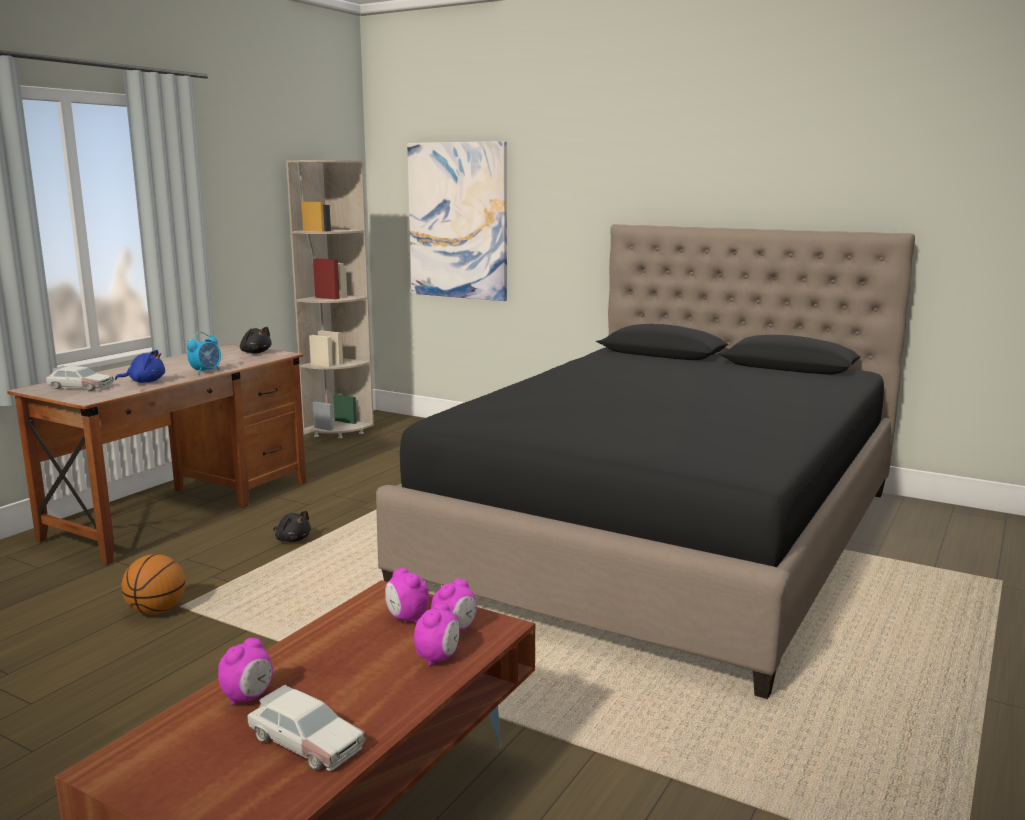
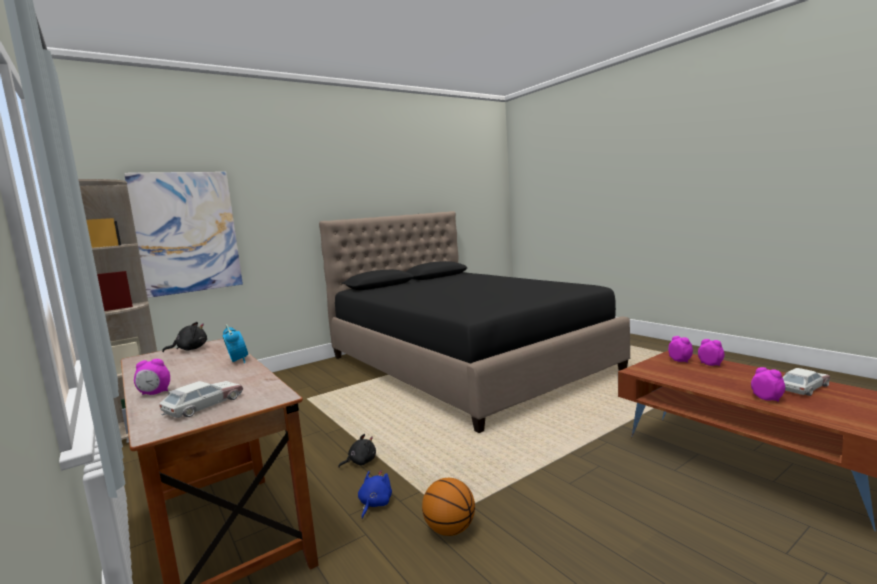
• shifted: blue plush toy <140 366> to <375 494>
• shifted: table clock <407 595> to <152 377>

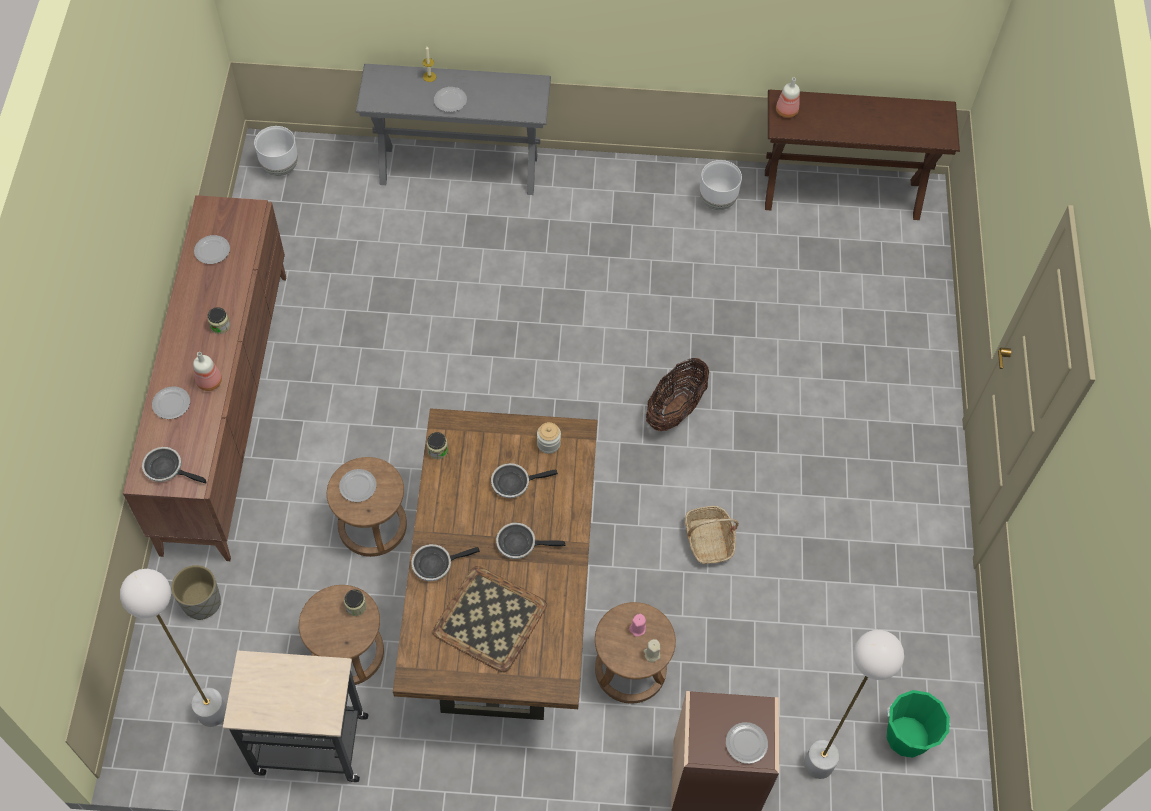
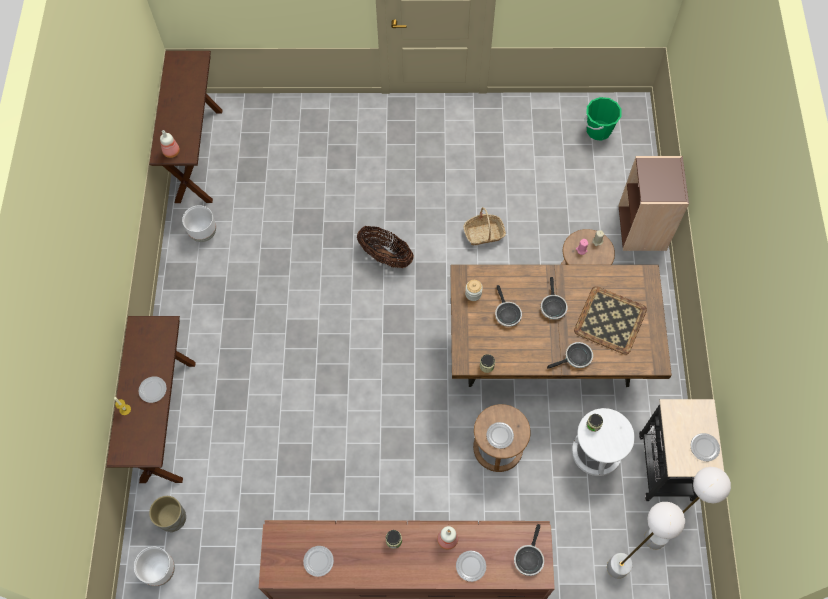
• shifted: greyish flower pot <196 592> to <167 514>
• repainted: brown stool <341 635> to whitish stool <603 442>
• repainted: greyish narrow table <453 129> to brown narrow table <151 399>
• rotated: skillet <445 562> = <570 355> 90 degrees counterclockwise
• shifted: dinner plate <747 743> to <705 447>
• shifted: whitish standard lamp <854 704> to <646 540>

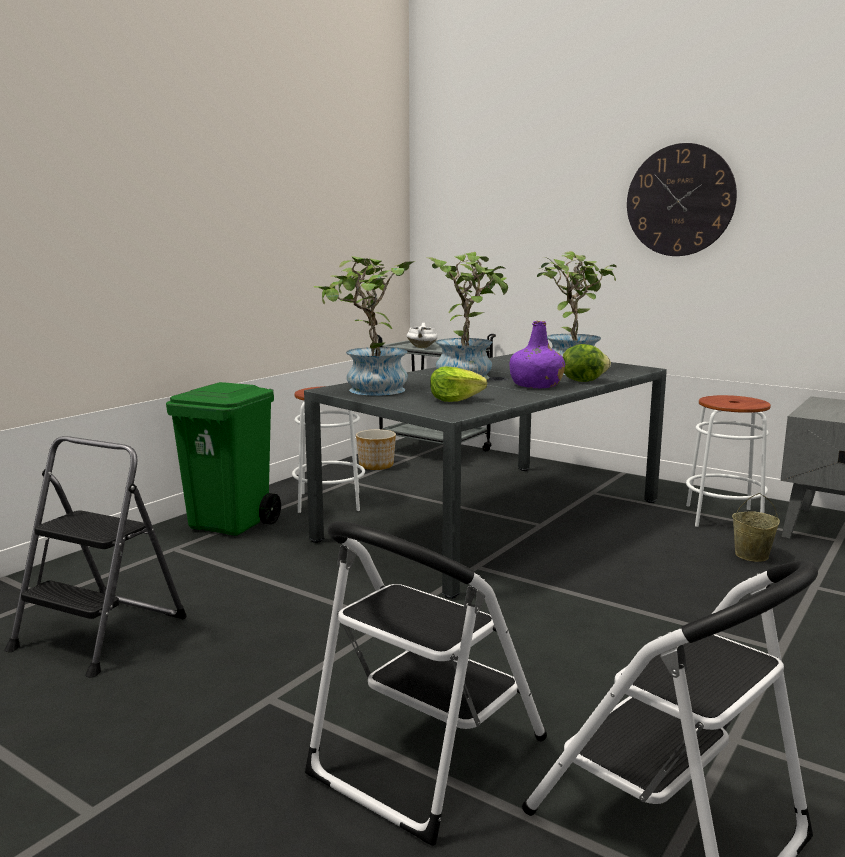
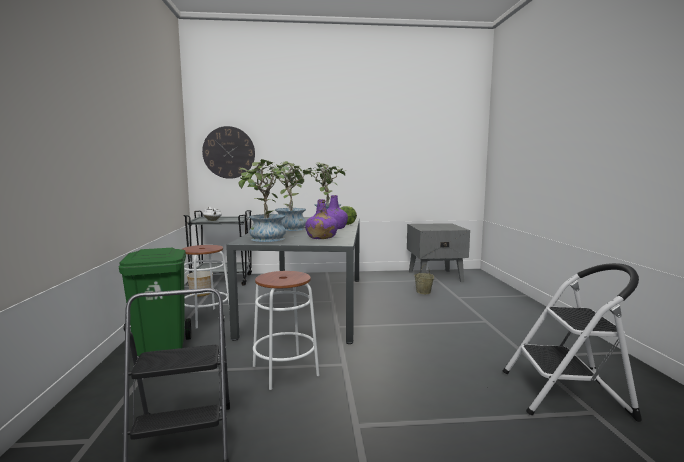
• gone: step ladder <426 683>
• swapped: head of lettuce <458 384> to purplish bottle <321 219>
• shifted: wall clock <682 199> to <228 152>
• shifted: whitish stool <728 461> to <286 330>

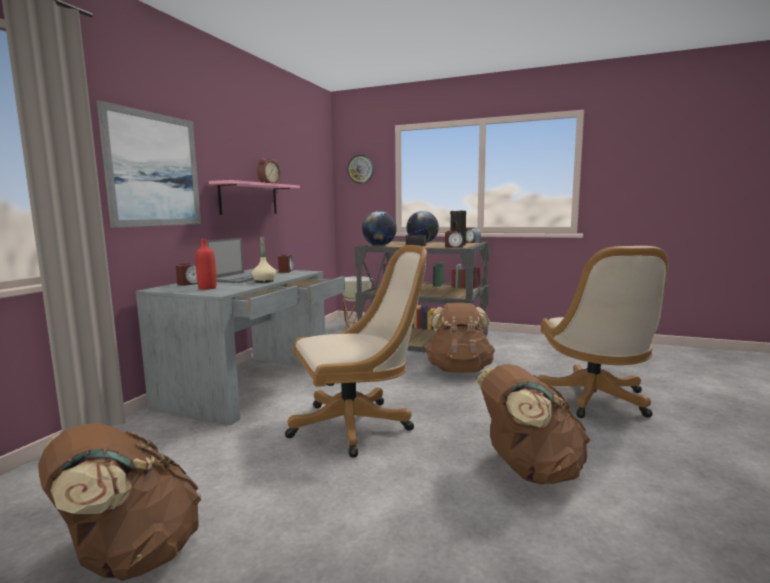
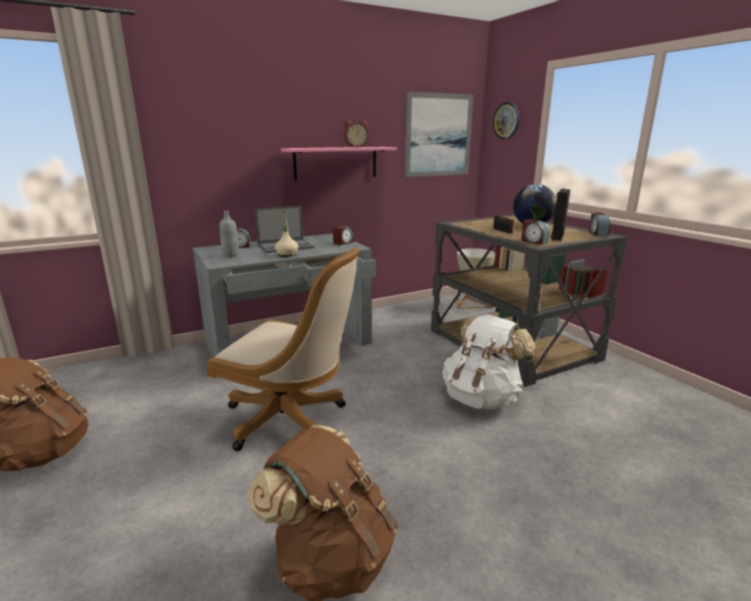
• shifted: wall art <149 164> to <439 134>
• repainted: reddish bottle <206 264> to greyish bottle <229 234>
• gone: desk globe <379 228>
• repainted: brown rucksack <460 338> to whitish rucksack <488 361>
• gone: office chair <603 332>

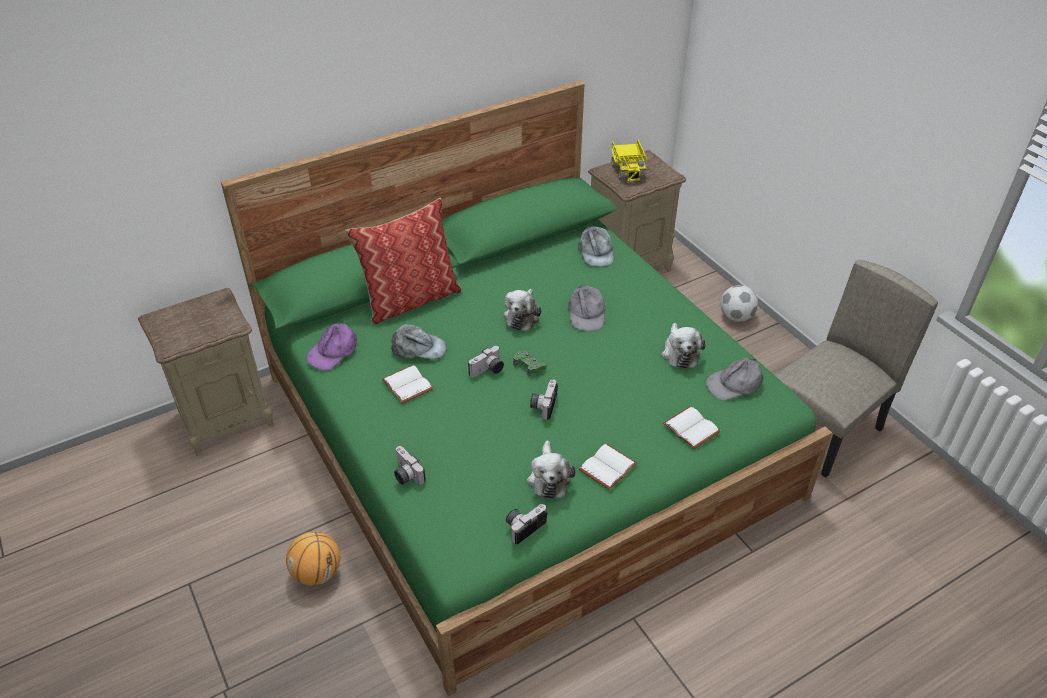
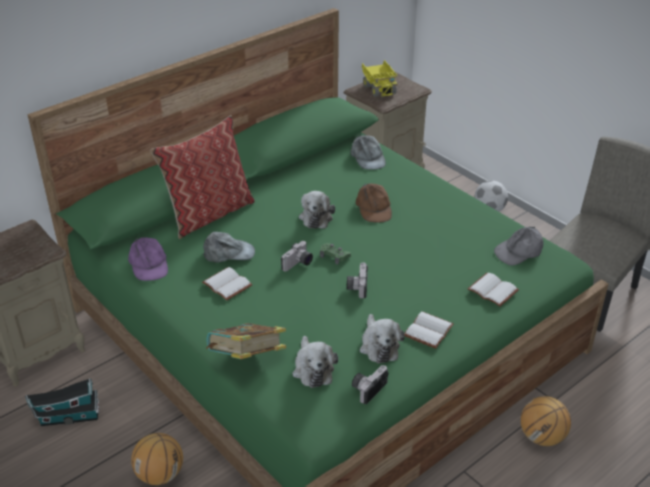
• rotated: purplish peaked cap <331 346> = <148 259> 45 degrees counterclockwise
• swapped: still camera <410 465> to book <246 341>
• repainted: greyish peaked cap <587 308> to brown peaked cap <374 203>
• shifted: plush toy <683 346> to <315 362>
• new: model house <62 402>
• new: basketball ball <546 421>

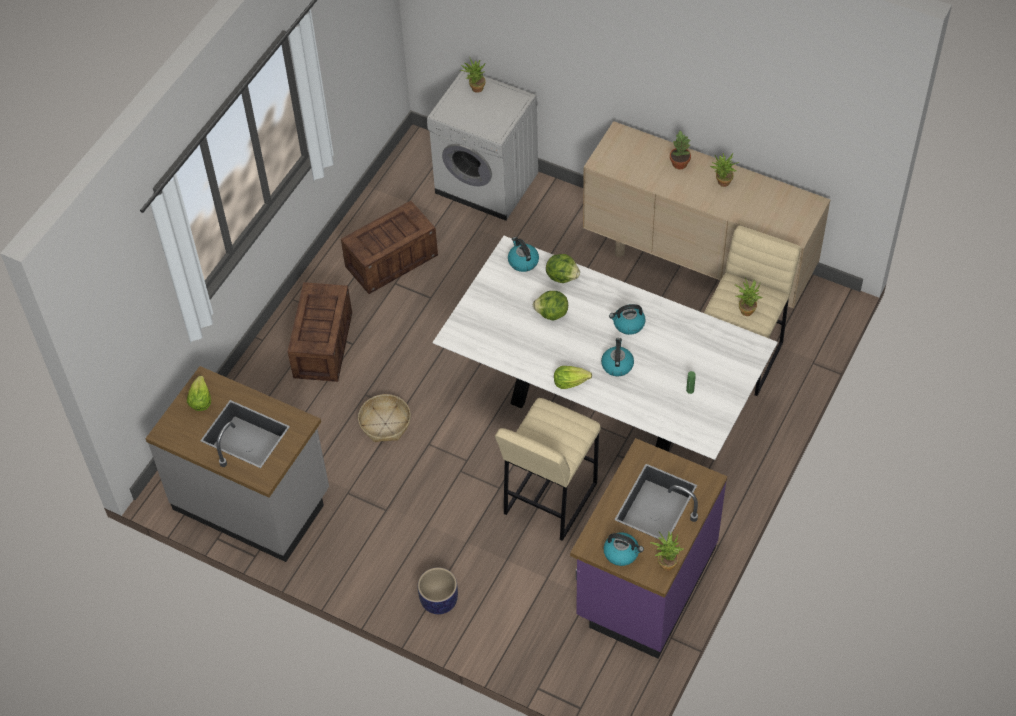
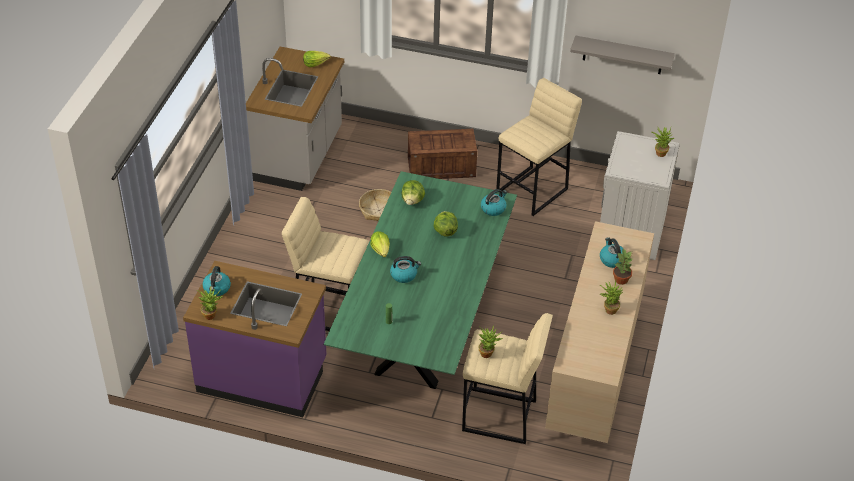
• swapped: packing crate <389 247> to beige stool <539 147>
• gone: flower pot <438 590>
• repainted: whitish kitchen table <605 348> to green-coloured kitchen table <420 280>
• shifted: head of lettuce <563 268> to <413 192>
• shifted: water kettle <627 319> to <612 252>
• new: greyish wall shelf <622 54>

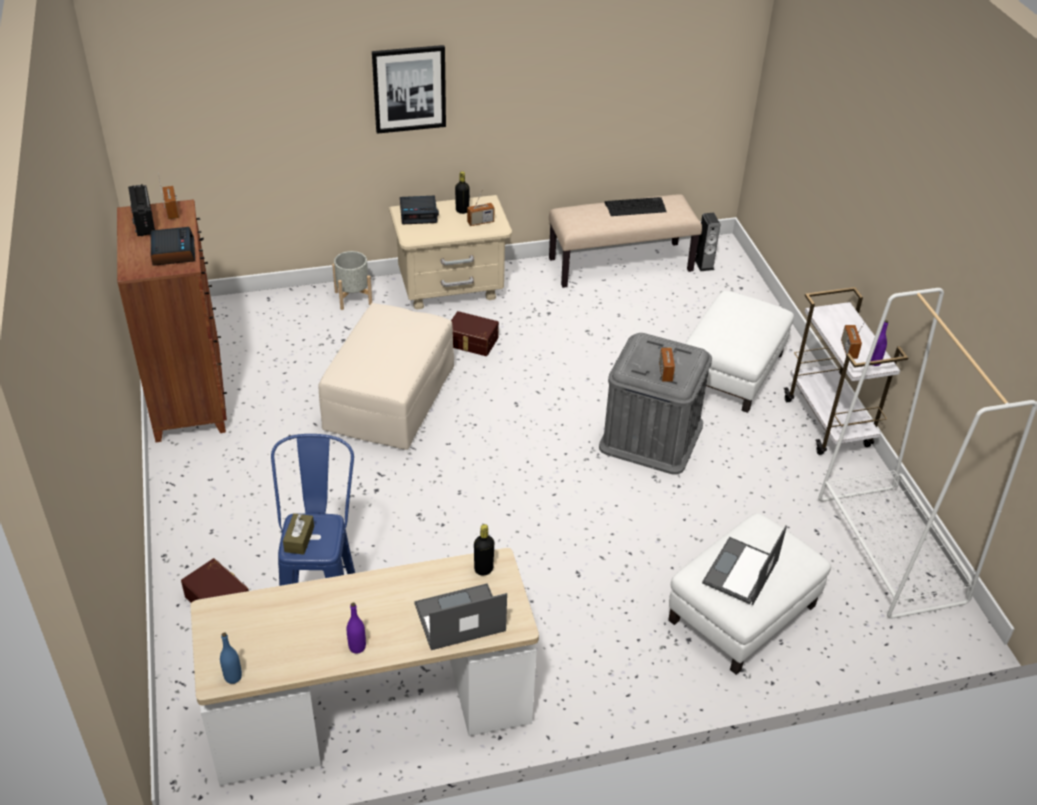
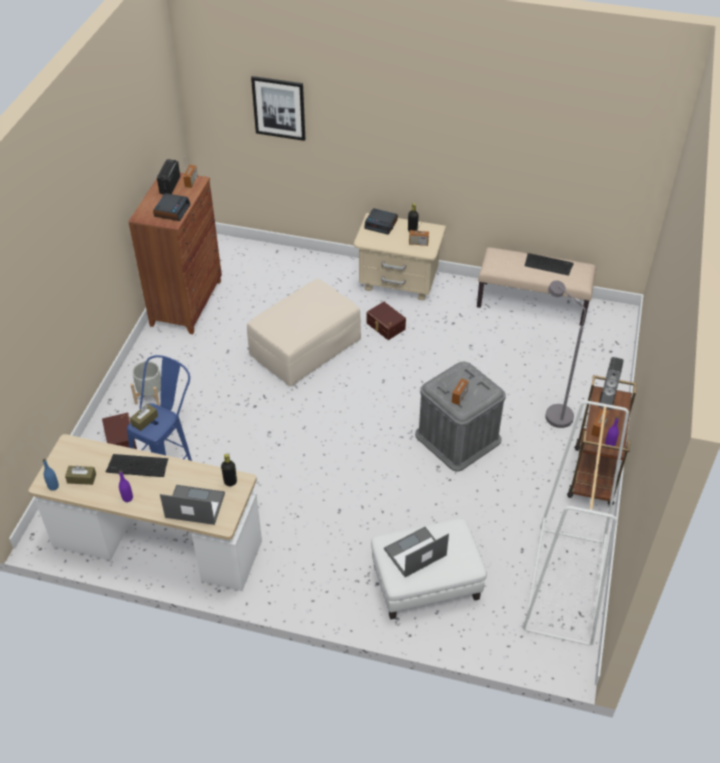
• shifted: greyish flower pot <352 280> to <145 383>
• shifted: wall art <409 89> to <278 108>
• swapped: whitish footrest <739 352> to greyish standard lamp <565 354>
• shifted: loudspeaker <707 242> to <611 383>
• repainted: whitish trolley <846 371> to brown trolley <602 440>
• new: brown tissue box <80 475>
• new: computer keyboard <137 465>

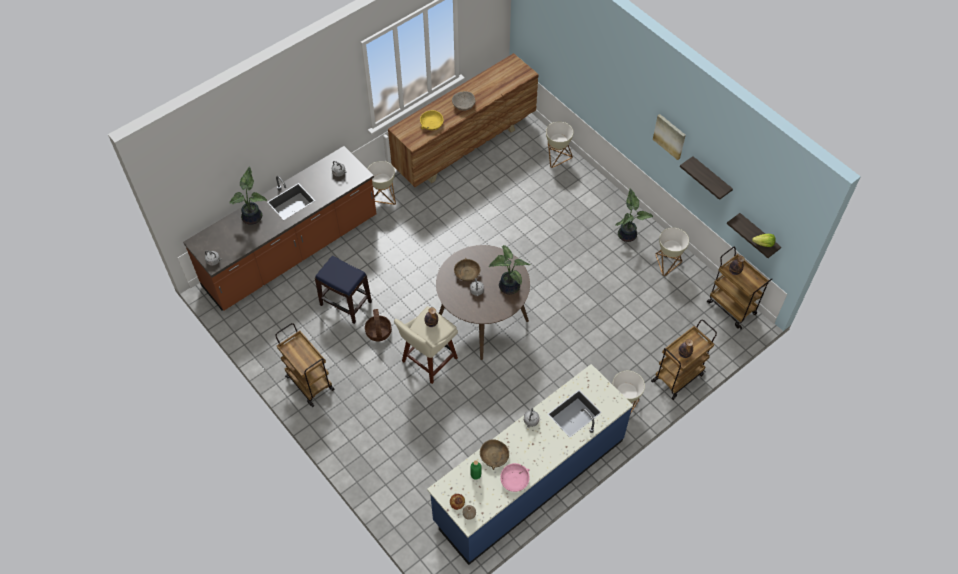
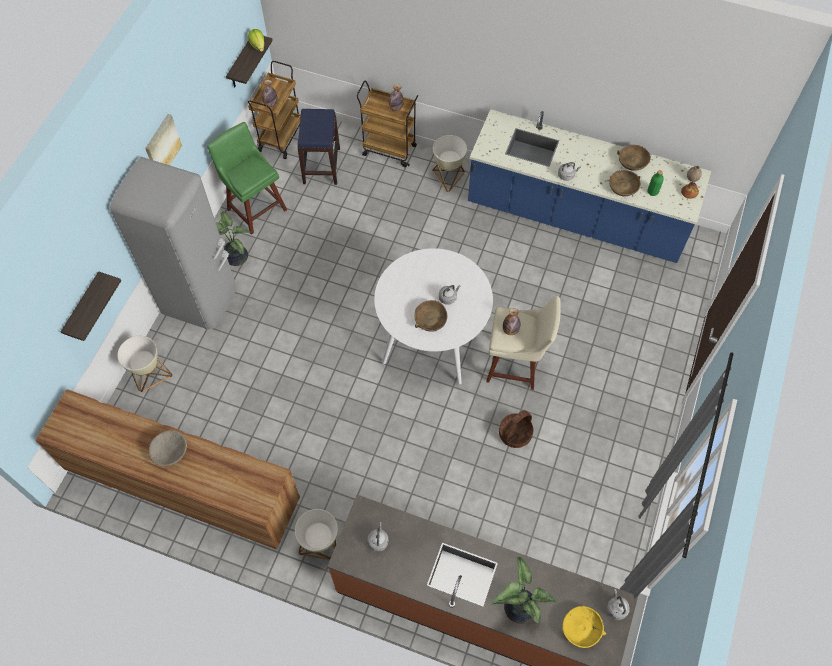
• gone: brown trolley <305 365>
• shifted: stool <343 290> to <318 147>
• shifted: yellowish serving bowl <432 120> to <584 627>
• repainted: brown kitchen table <483 302> to whitish kitchen table <433 316>
• gone: plant in a pot <509 269>
• repainted: pink-coloured serving bowl <515 477> to brown serving bowl <634 158>
• swapped: flower pot <672 252> to green-coloured plain chair <247 178>
• shifted: wall shelf <706 178> to <91 306>
• new: greyish fridge <173 243>

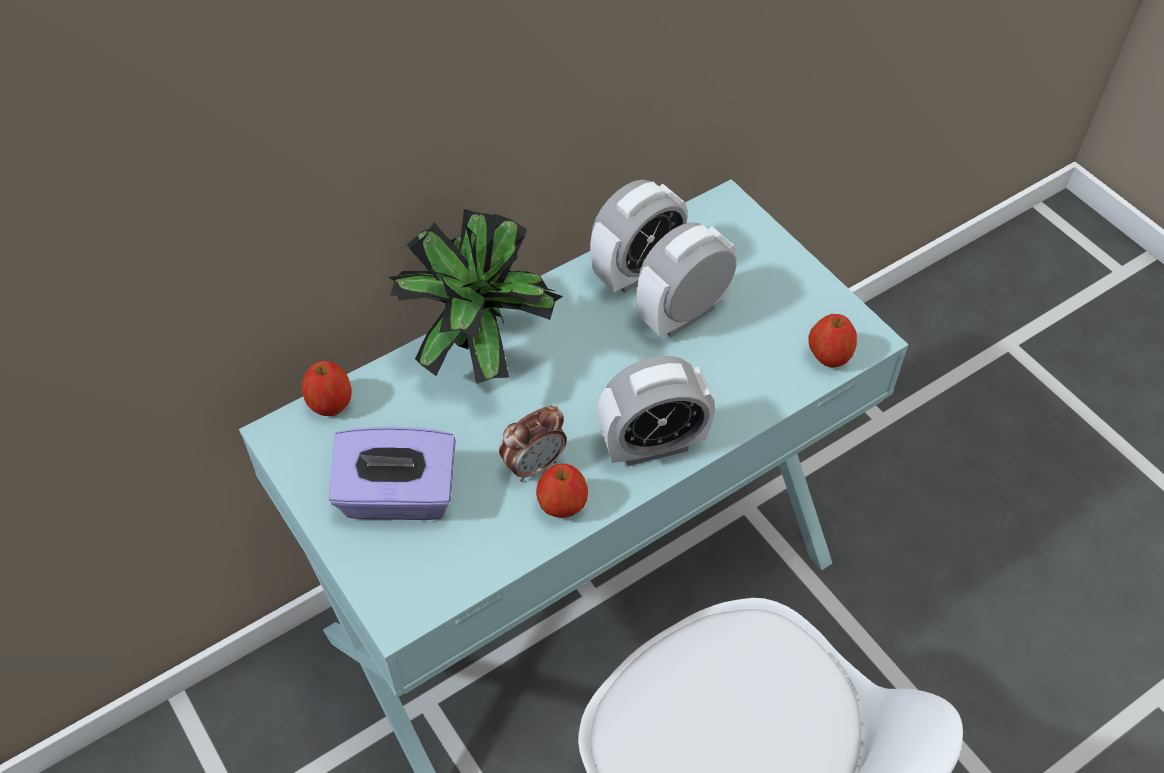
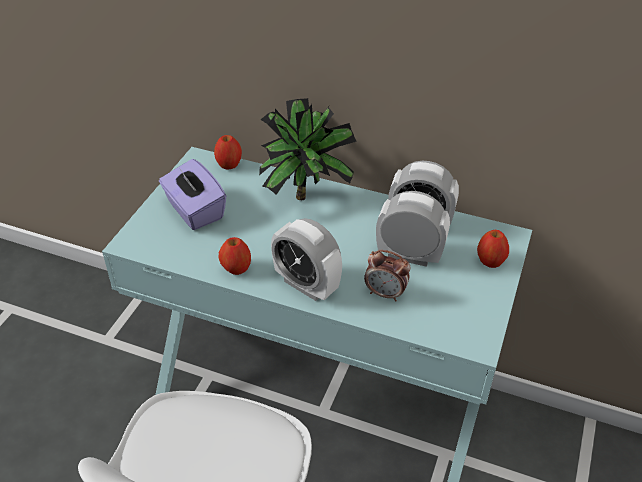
• shifted: table clock <533 444> to <387 276>
• shifted: apple <832 341> to <493 249>

